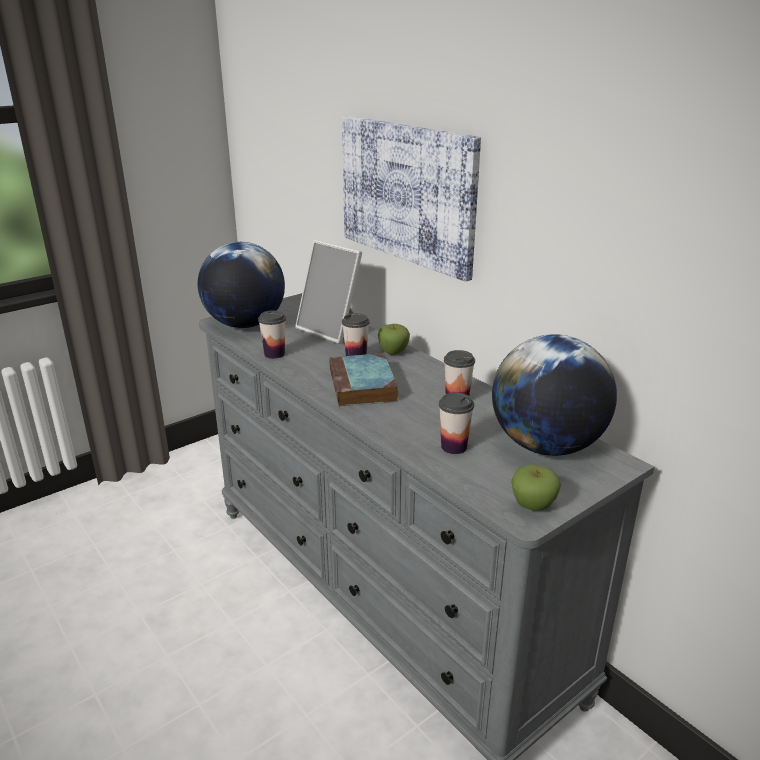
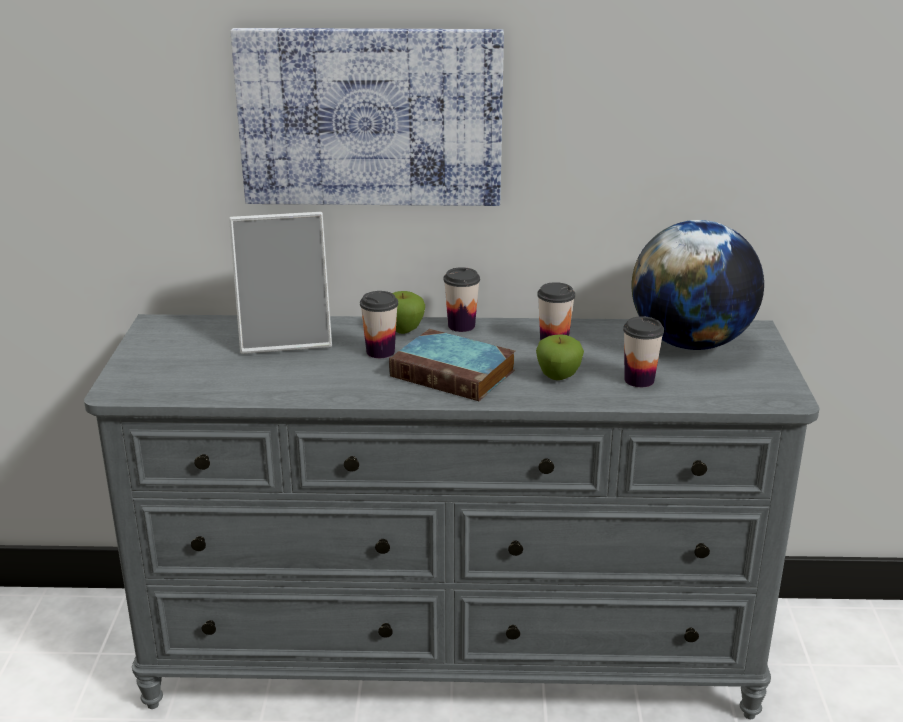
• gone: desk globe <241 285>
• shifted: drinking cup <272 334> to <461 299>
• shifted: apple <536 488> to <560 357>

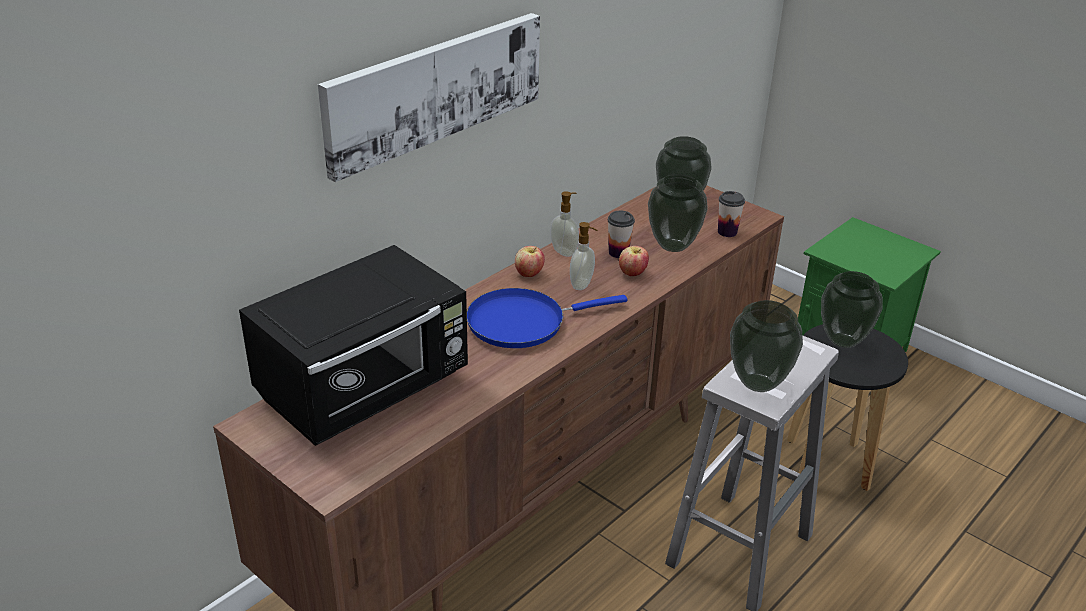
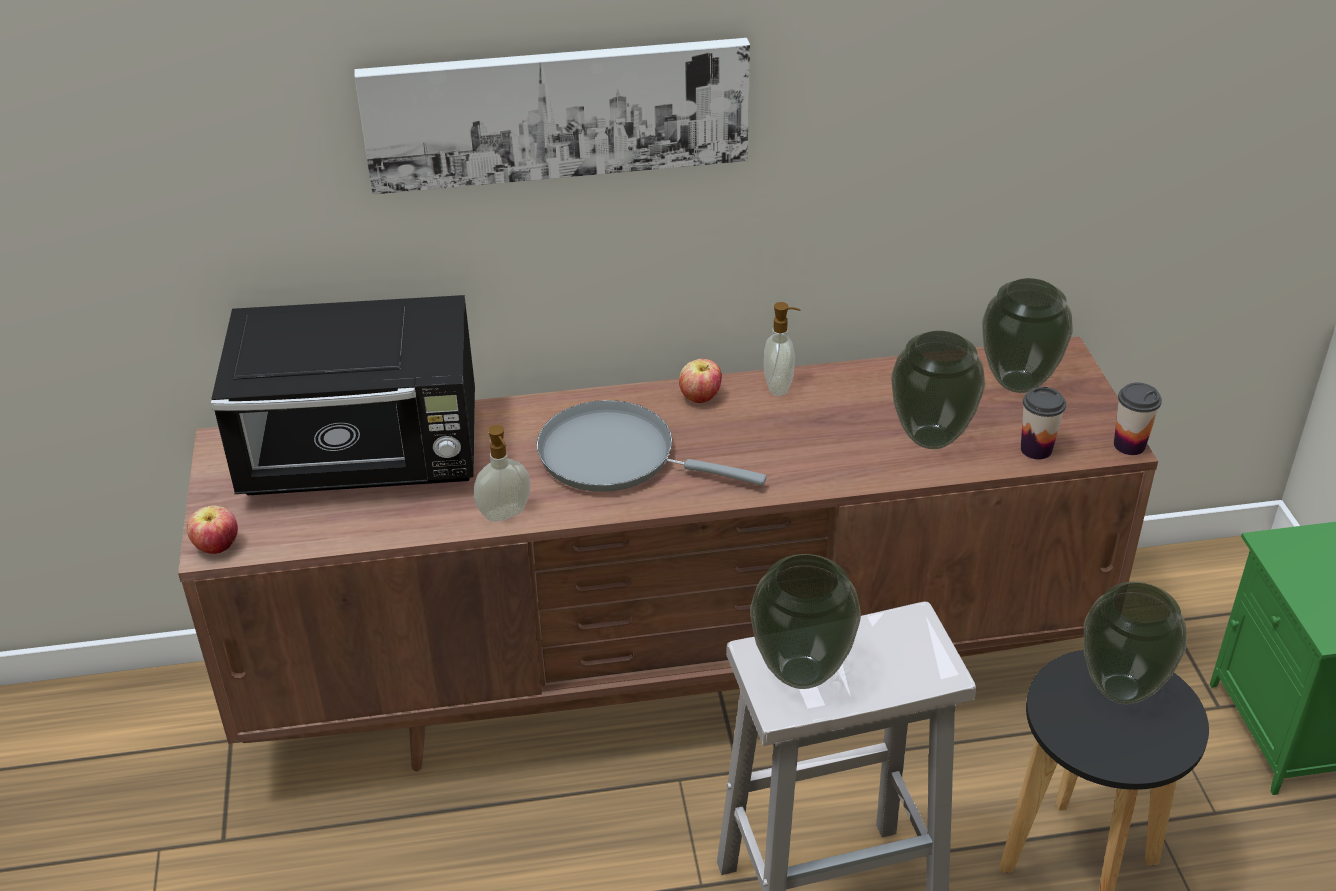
• repainted: blue skillet <547 318> to greyish skillet <651 446>
• shifted: soap bottle <583 256> to <502 473>
• shifted: drinking cup <621 234> to <1138 419>
• shifted: apple <634 261> to <212 530>

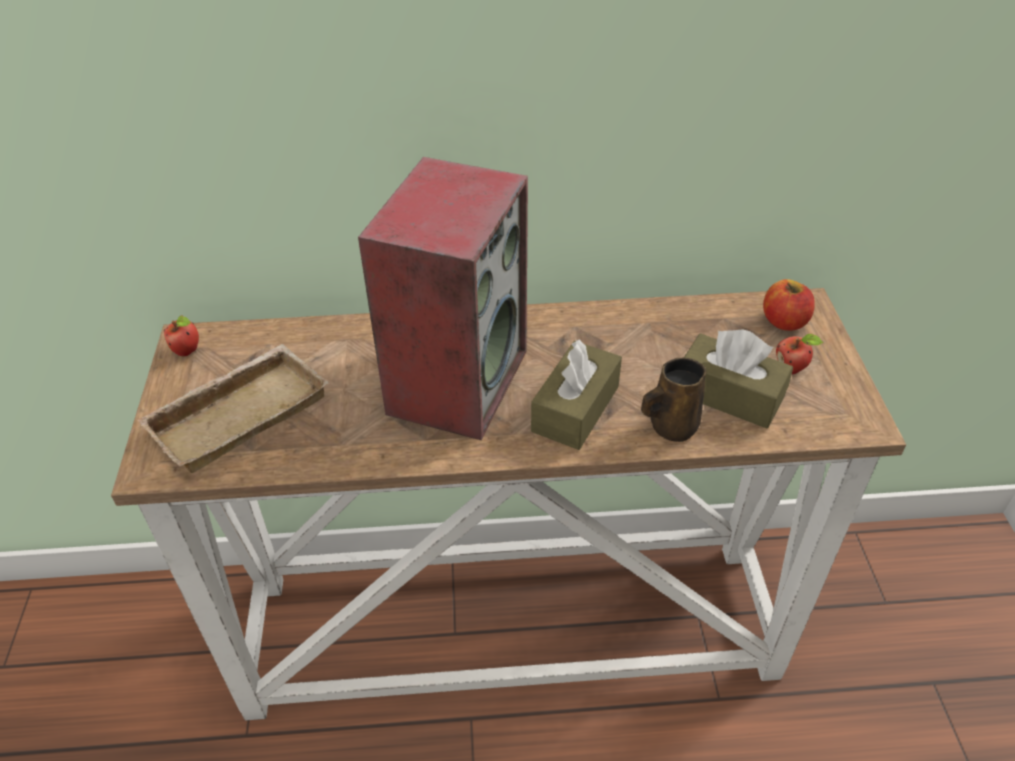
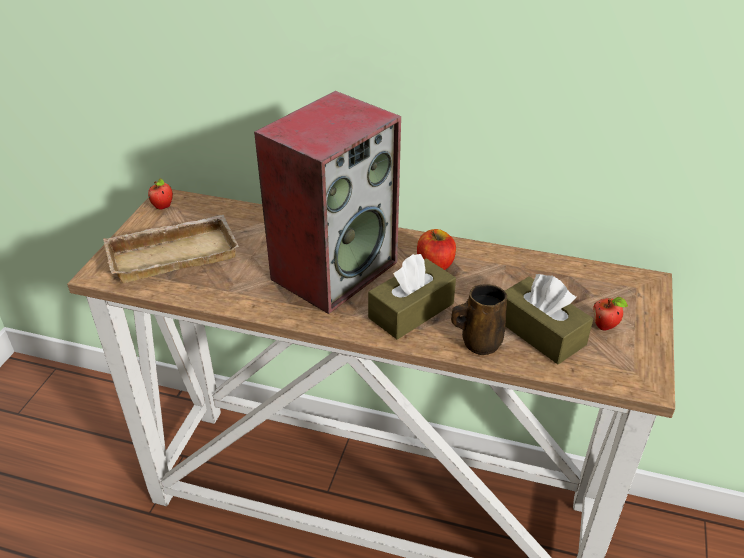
• shifted: apple <789 305> to <436 249>

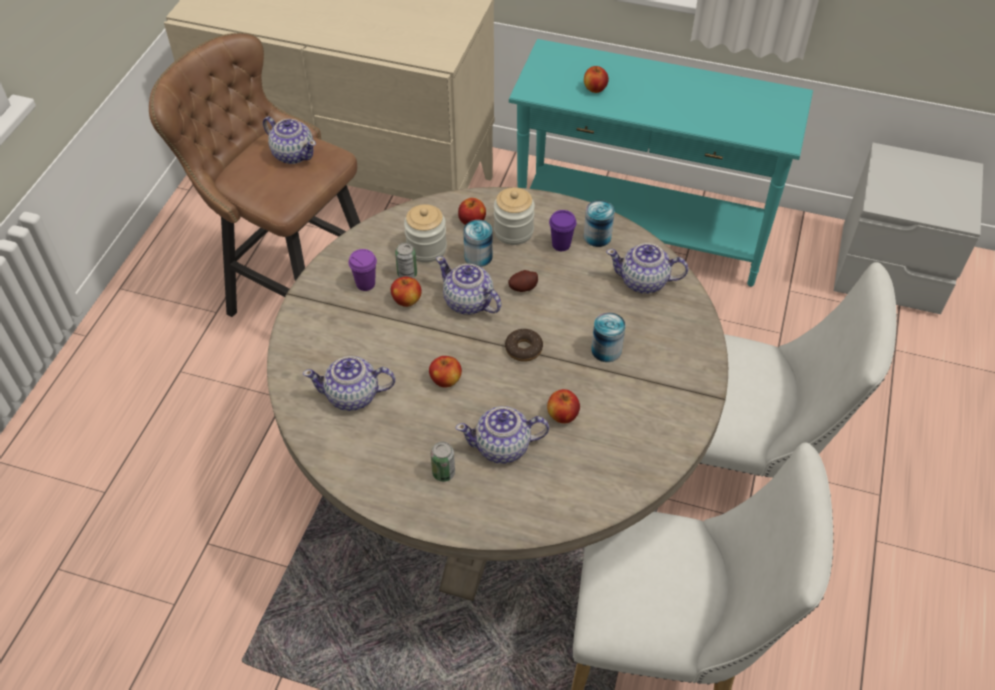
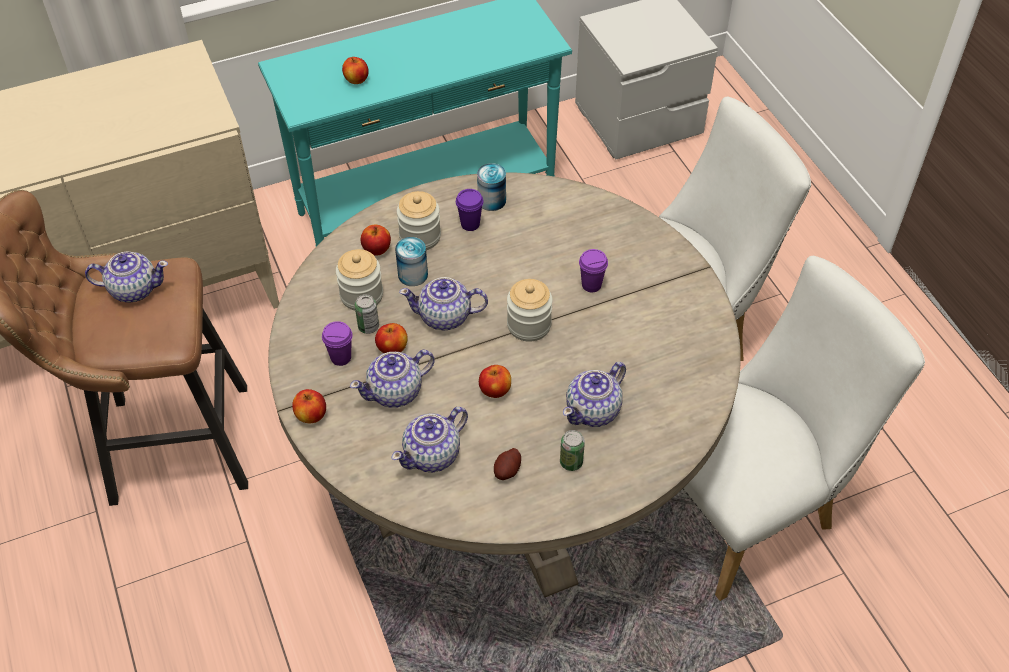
• swapped: doughnut <524 345> to preserve jar <530 310>
• shifted: spud <523 281> to <507 464>
• shifted: apple <563 406> to <309 406>
• swapped: metal can <608 337> to purplish drinking cup <593 270>
• shifted: tea pot <647 268> to <392 379>

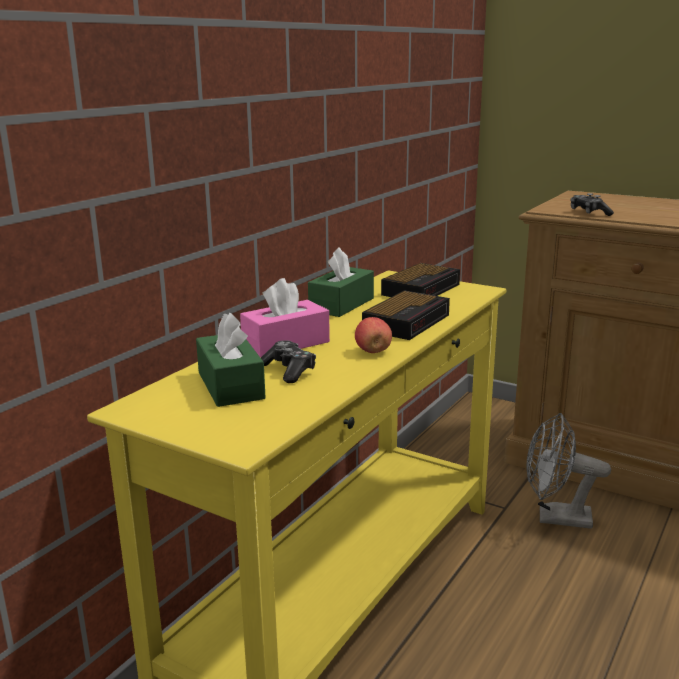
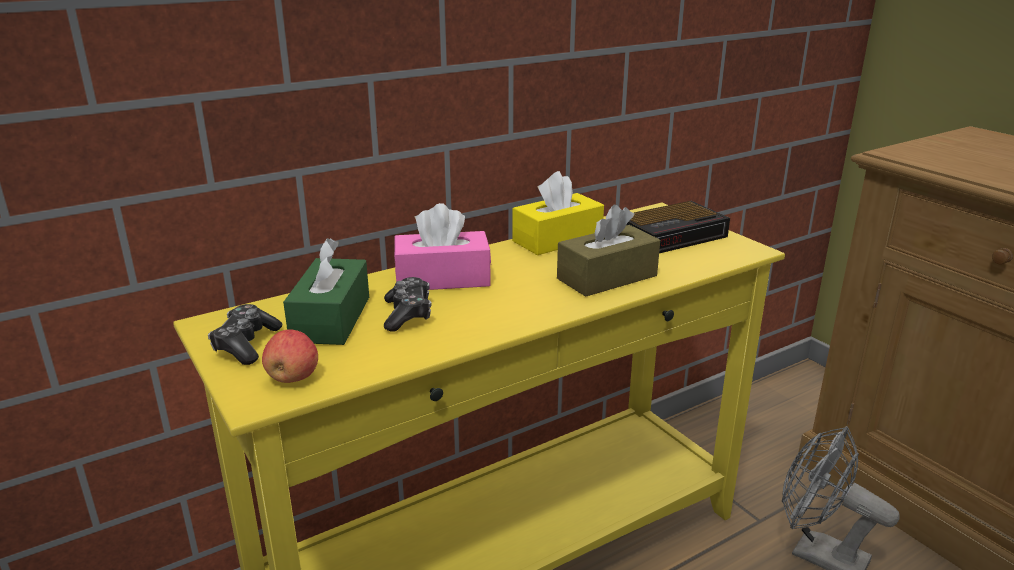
• repainted: green-coloured tissue box <341 282> to yellowish tissue box <558 213>
• shifted: apple <373 335> to <290 356>
• swapped: table clock <406 315> to brown tissue box <608 251>
• shifted: game controller <592 204> to <245 334>

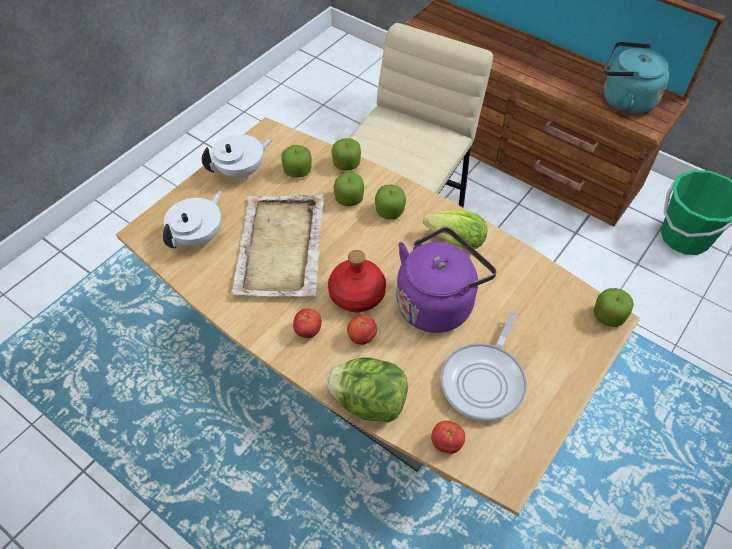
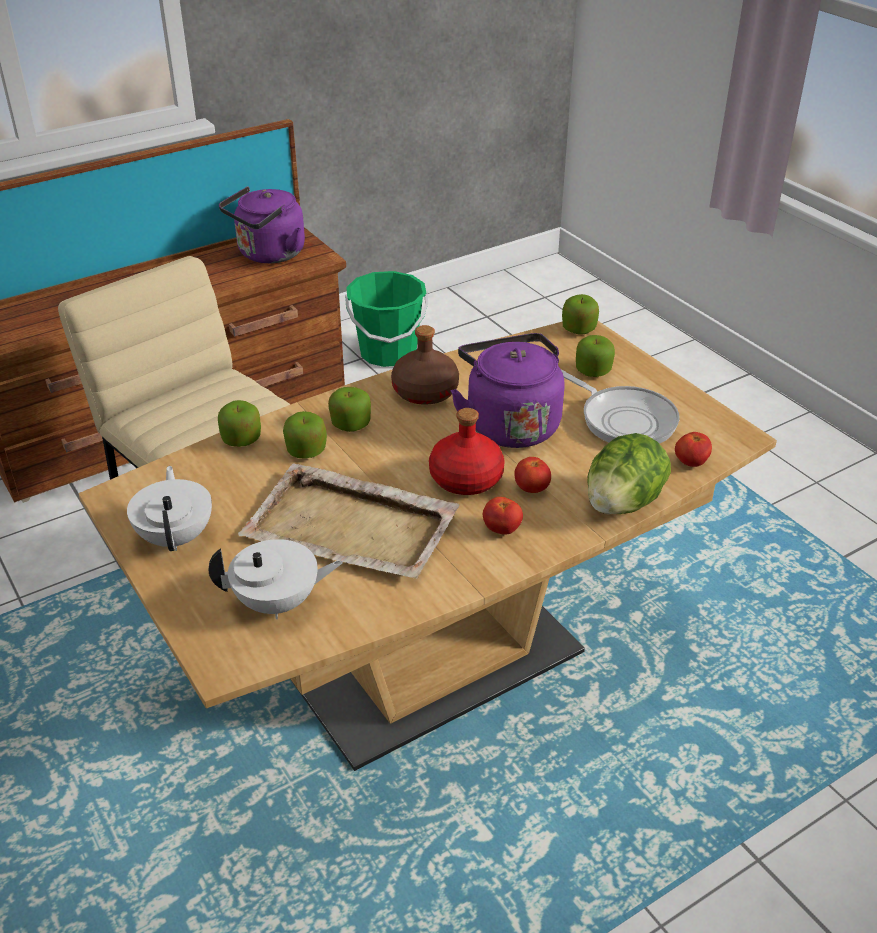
• rotated: whitish tea pot <192 219> = <276 579> 120 degrees clockwise
• shifted: apple <296 161> to <595 356>
• swapped: head of lettuce <455 229> to brown bottle <425 365>
• repainted: turquoise water kettle <636 77> to purplish water kettle <262 224>

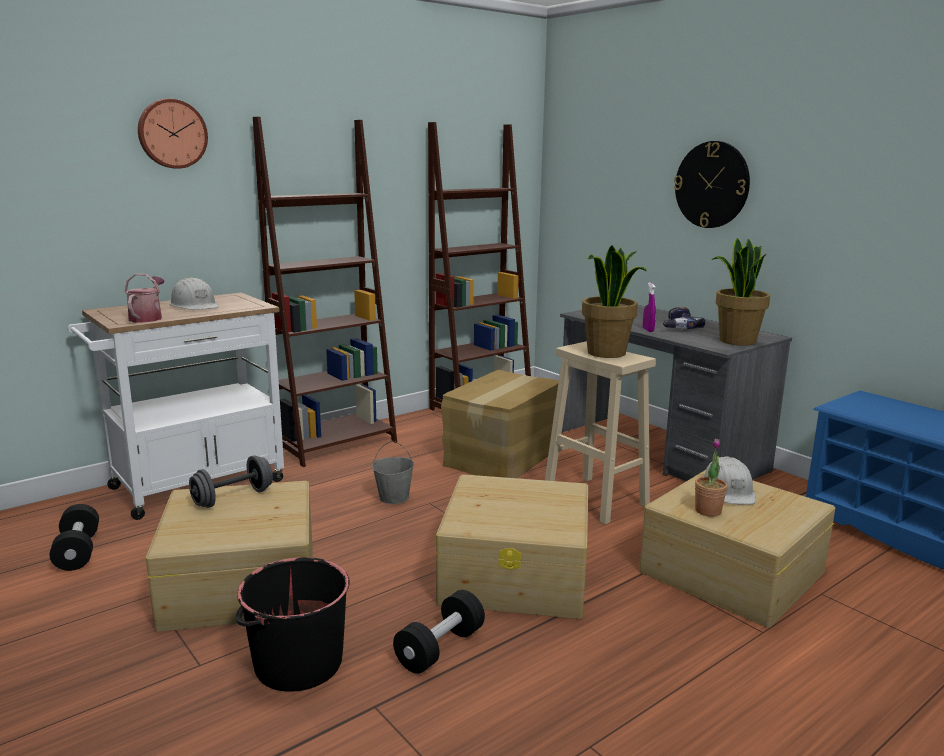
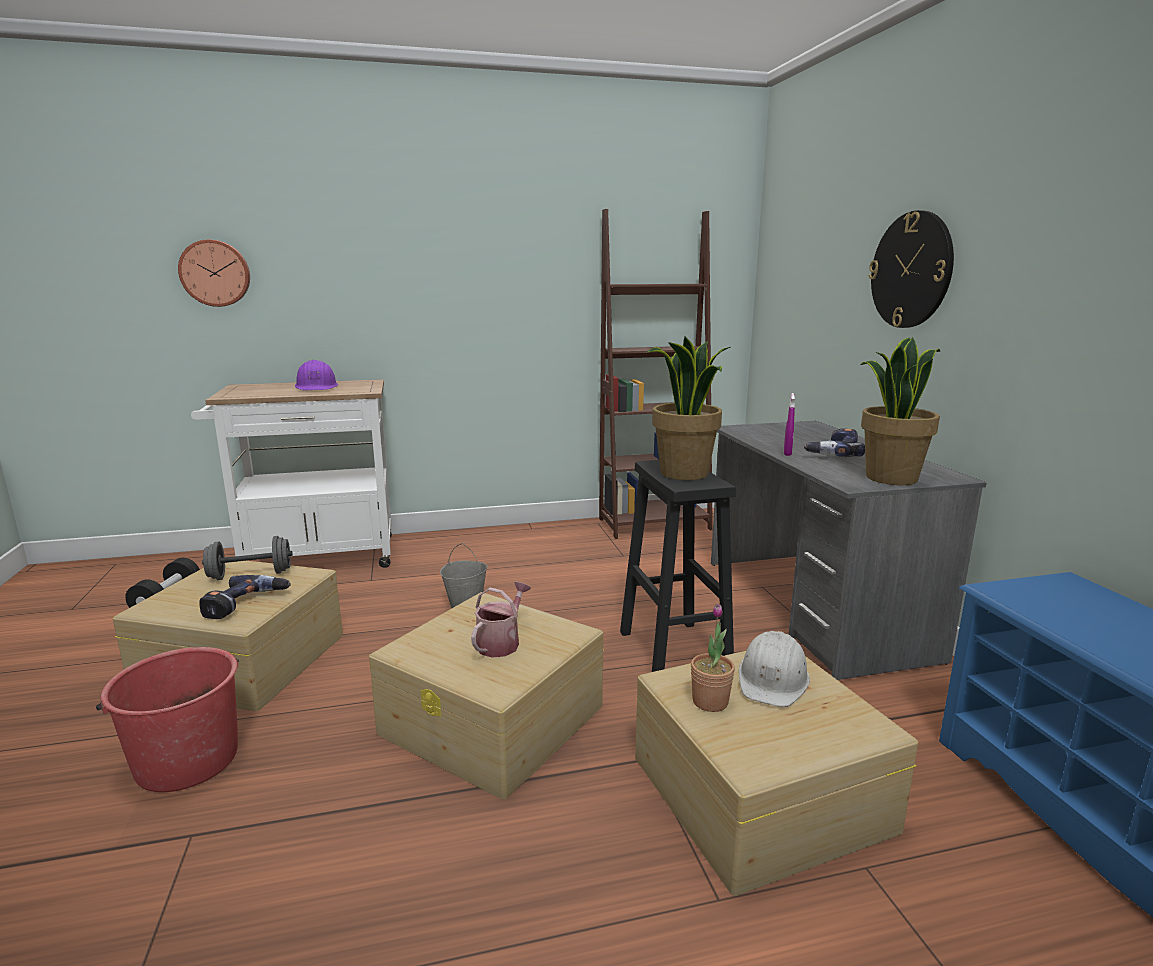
• shifted: watering can <144 298> to <501 620>
• shifted: wall clock <173 134> to <214 273>
• repainted: whitish work helmet <194 293> to purplish work helmet <316 375>
• repainted: black-coloured bucket <293 624> to reddish bucket <167 719>
• gone: brown shelving unit <325 292>
• gone: black-coloured hand weight <439 632>
• gone: cardboard box <500 424>
• repainted: beige stool <600 433> to black-coloured stool <678 566>
• new: electric drill <245 597>

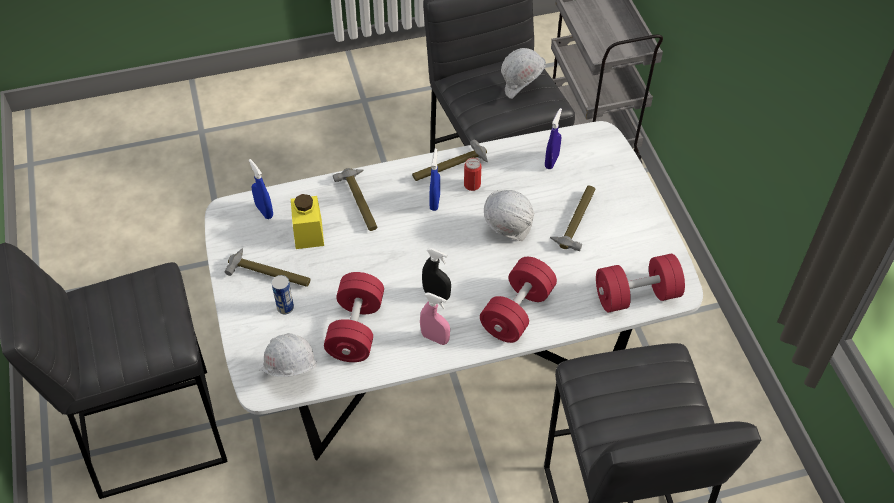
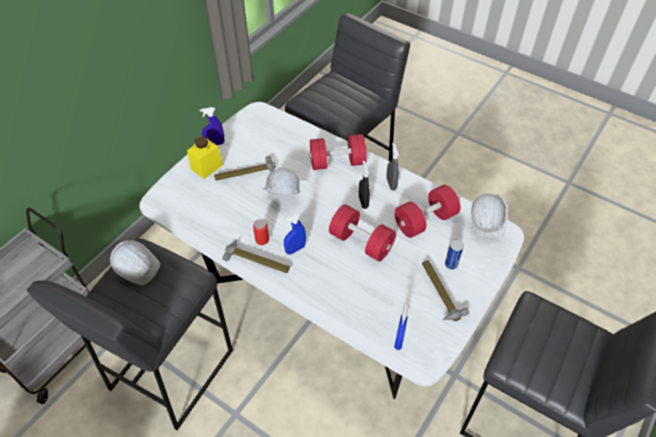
• shifted: yellowish preserve jar <307 221> to <205 157>
• gone: tool hammer <355 199>
• repainted: pink-coloured spray bottle <435 318> to greyish spray bottle <392 167>
• shifted: blue spray bottle <553 138> to <212 126>
• shifted: reddish hand weight <640 283> to <362 233>

